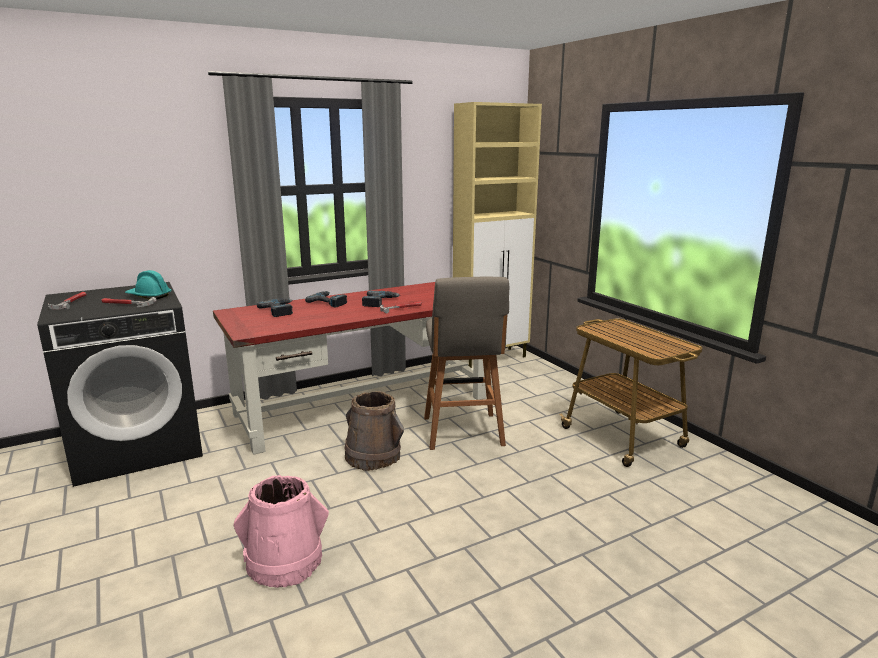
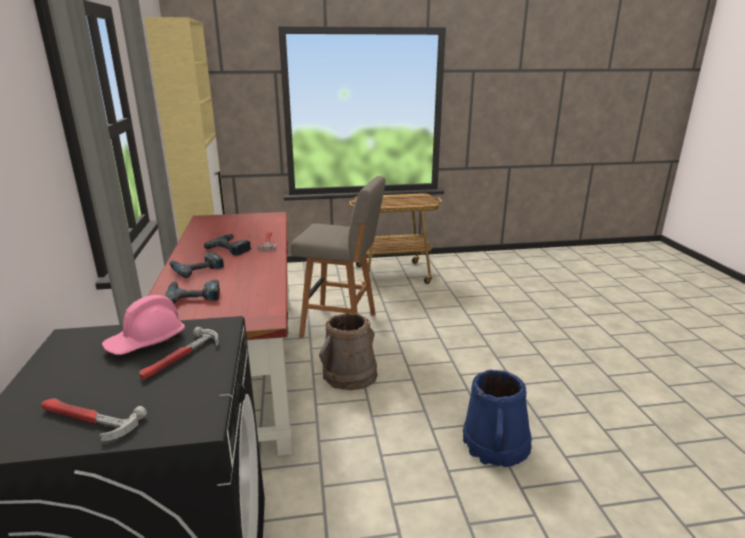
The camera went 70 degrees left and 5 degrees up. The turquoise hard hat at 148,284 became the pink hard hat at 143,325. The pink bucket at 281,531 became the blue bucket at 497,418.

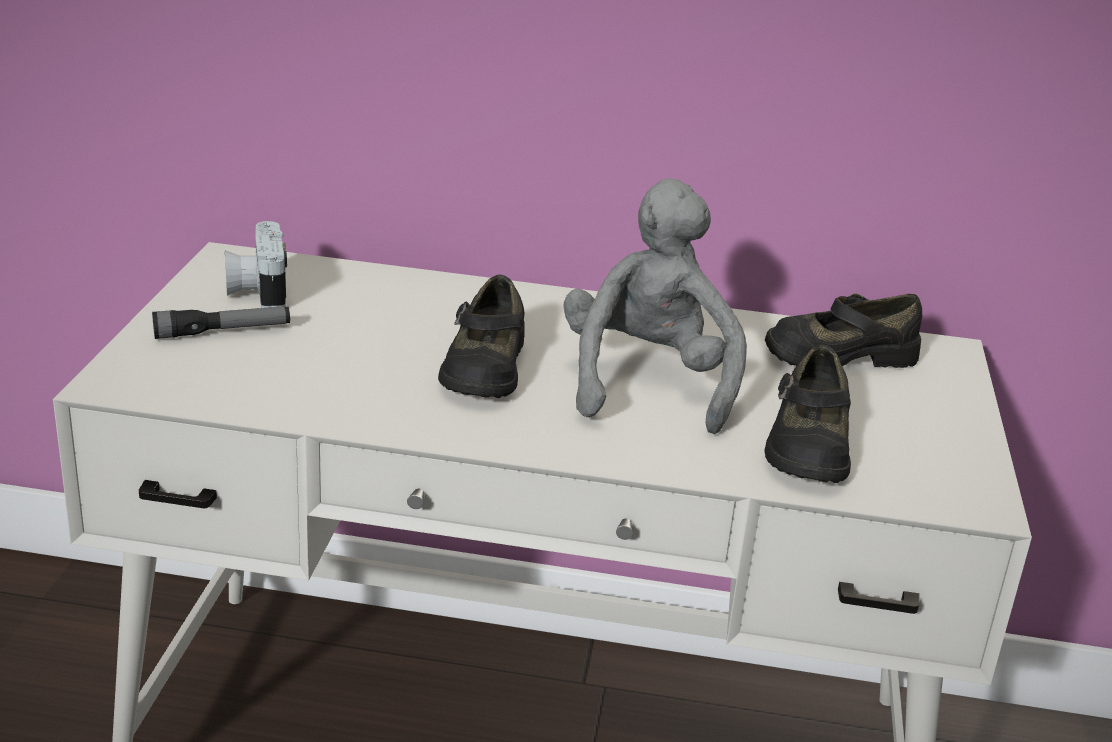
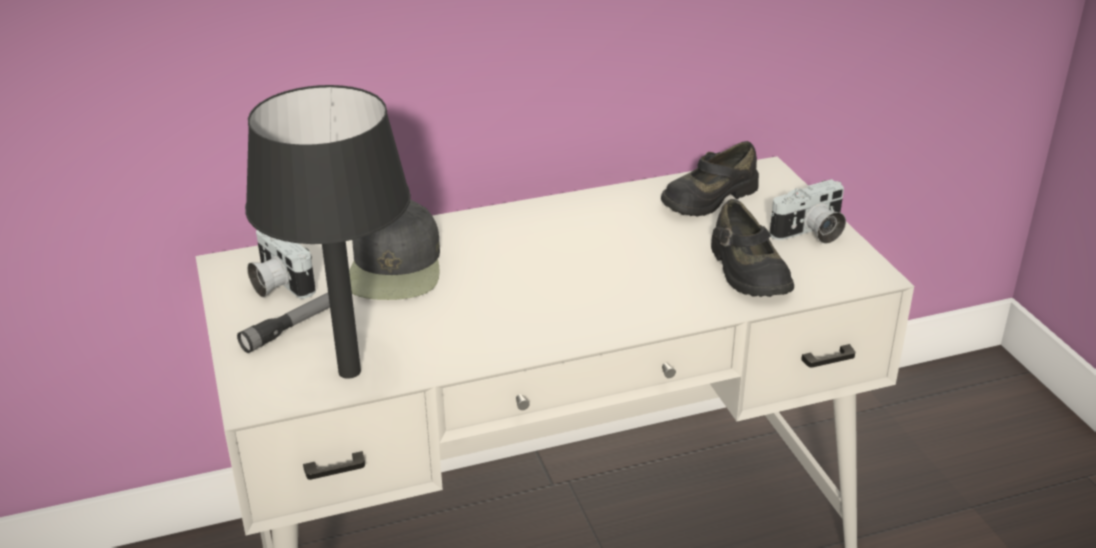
The camera went 25 degrees left and 5 degrees up. The black shoe at 481,336 disappeared. The grey plush toy at 655,306 disappeared. The black table lamp at 328,232 appeared. The black cap at 394,249 appeared. The photo camera at 808,211 appeared.

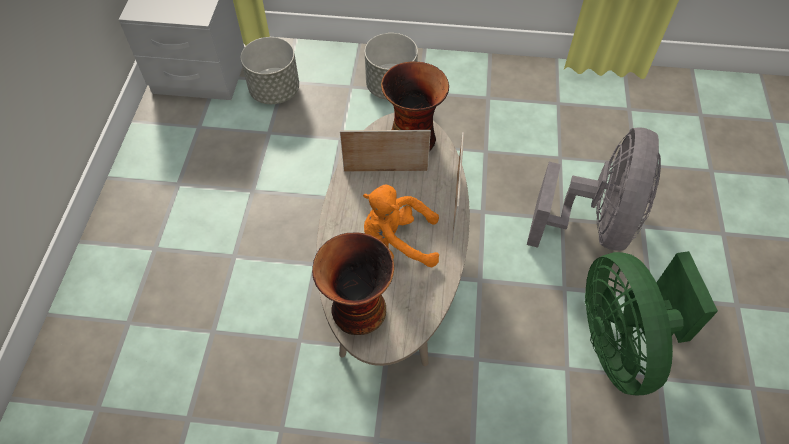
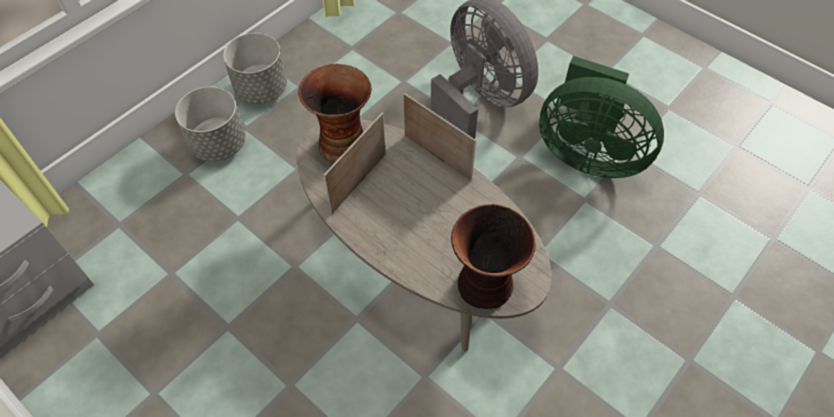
The camera went 55 degrees left and 0 degrees up. The orange plush toy at 401,226 disappeared. The grey planter moved from 270,70 to 255,68.

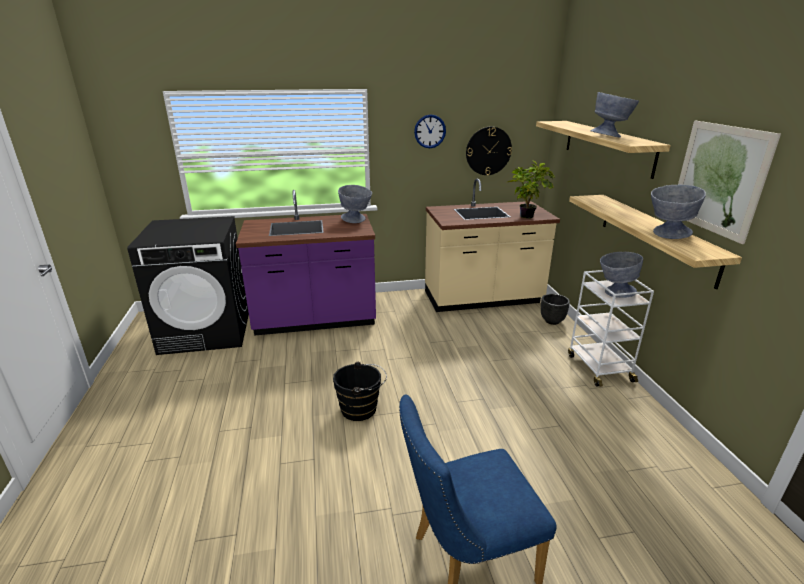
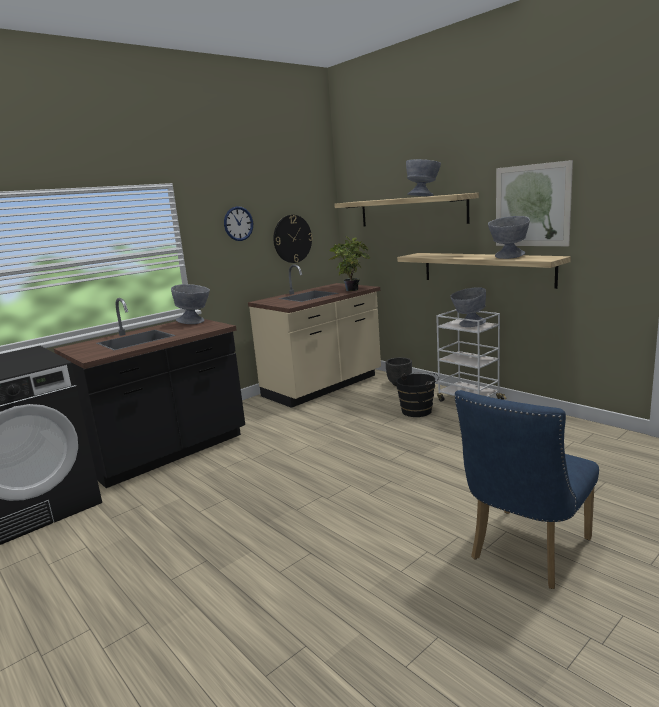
The camera went 30 degrees left and 10 degrees down. The black bucket moved from 360,391 to 417,394. The purple counter at 306,263 became the black counter at 149,393.

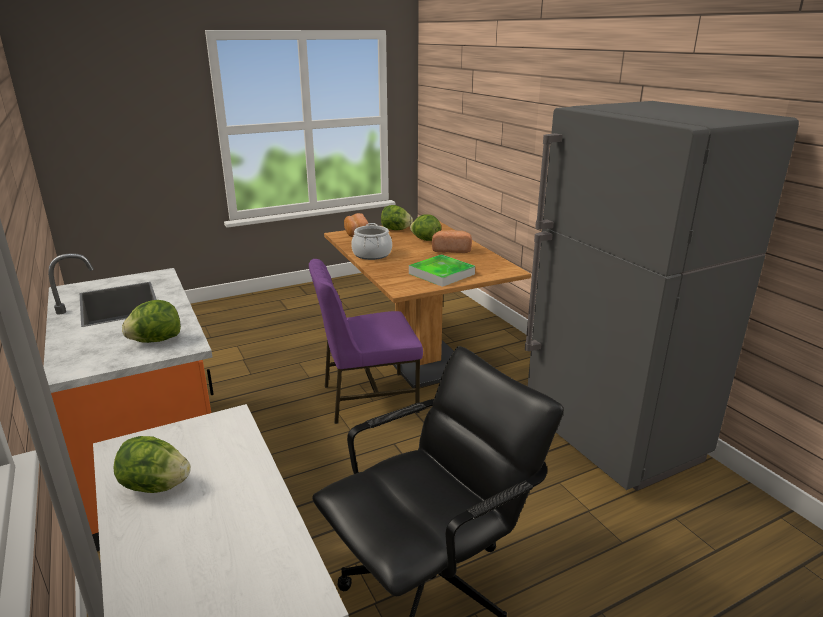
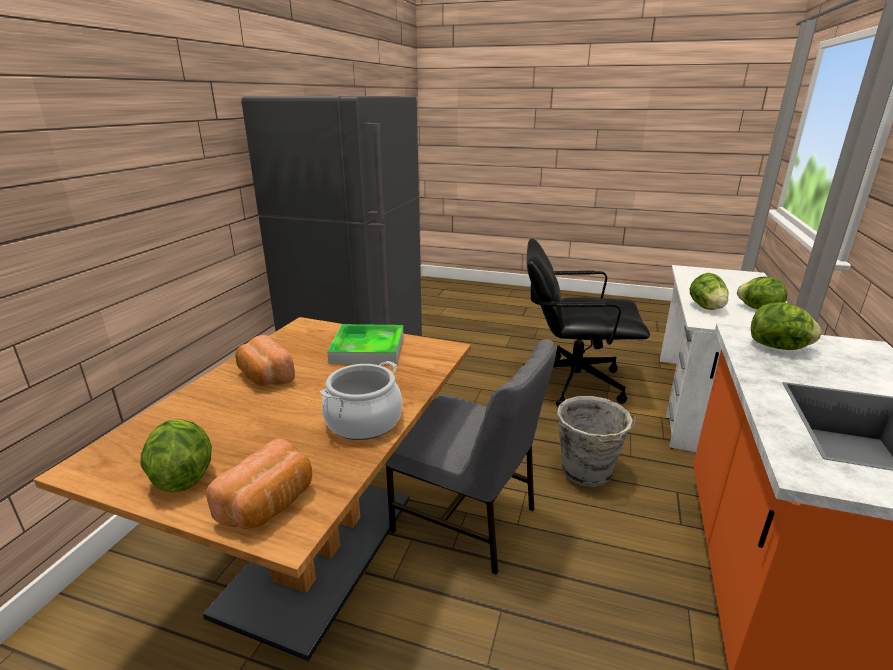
The camera went 135 degrees left and 0 degrees up. The grey bucket at 596,441 appeared. The lettuce moved from 425,227 to 709,291. The purple chair at 366,341 became the grey chair at 470,457.

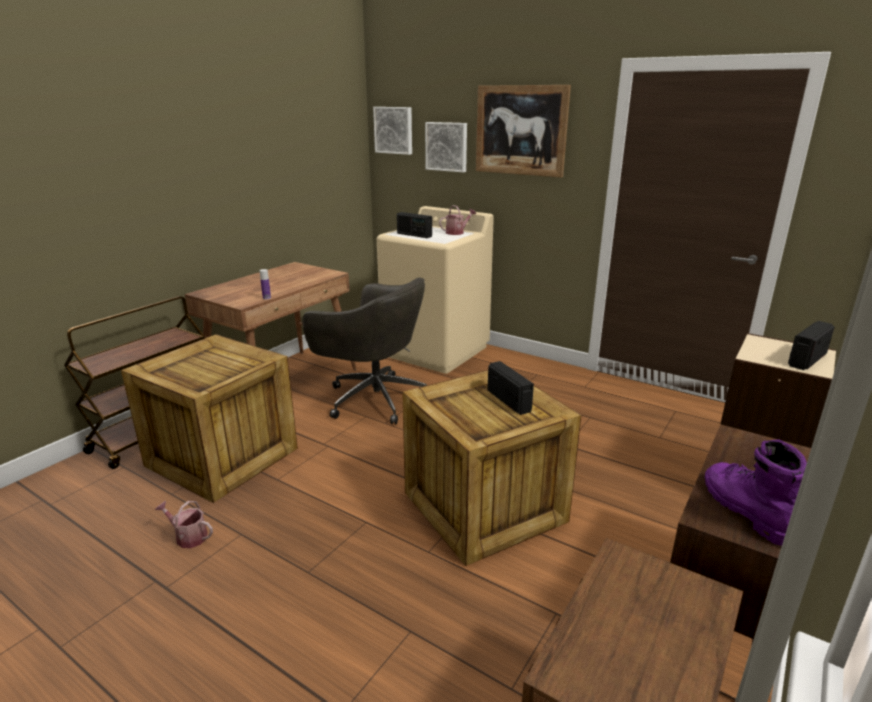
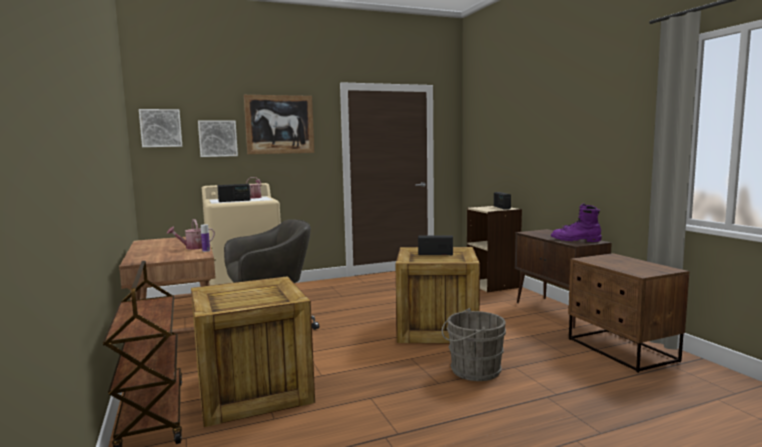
The camera went 55 degrees left and 15 degrees down. The grey bucket at 474,344 appeared. The watering can moved from 184,524 to 191,234.

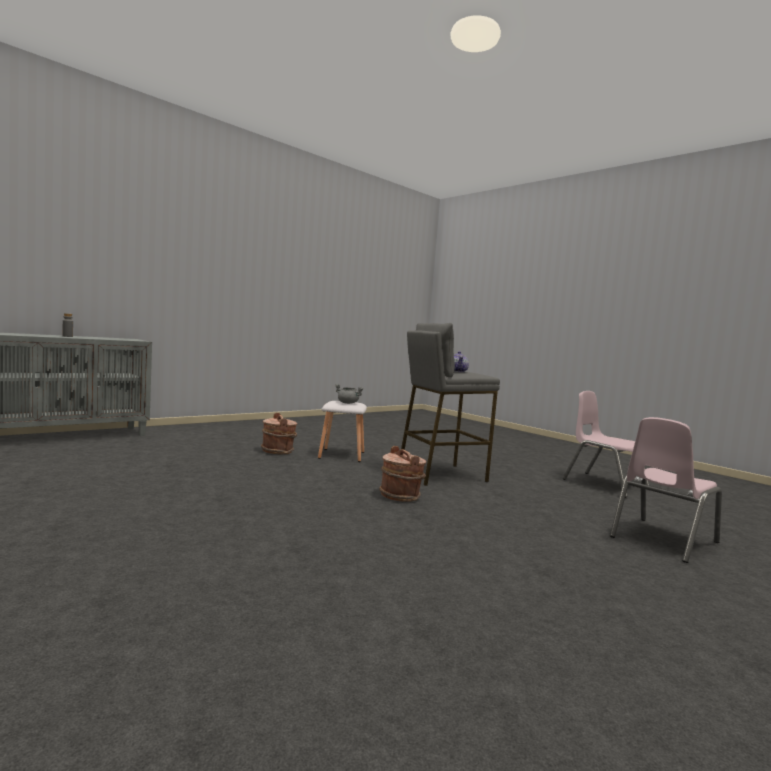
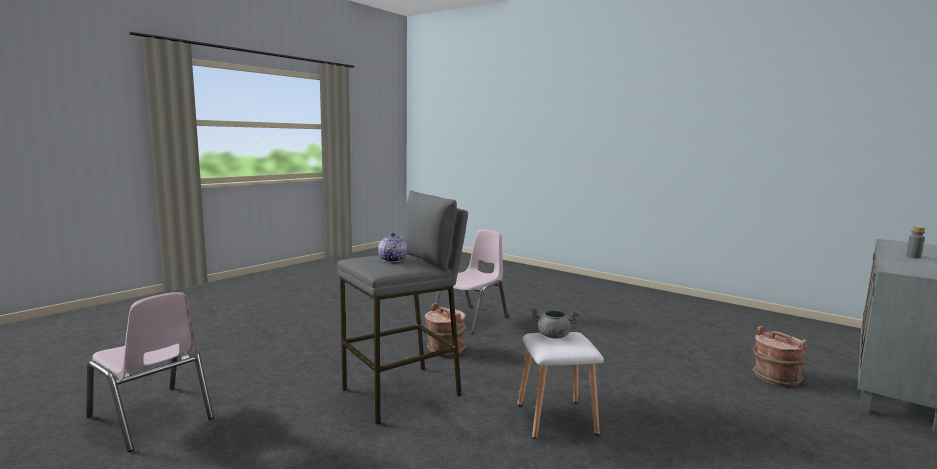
The camera went 170 degrees right and 5 degrees up. The brown bucket moved from 279,433 to 779,356. The pink chair moved from 666,490 to 471,282.

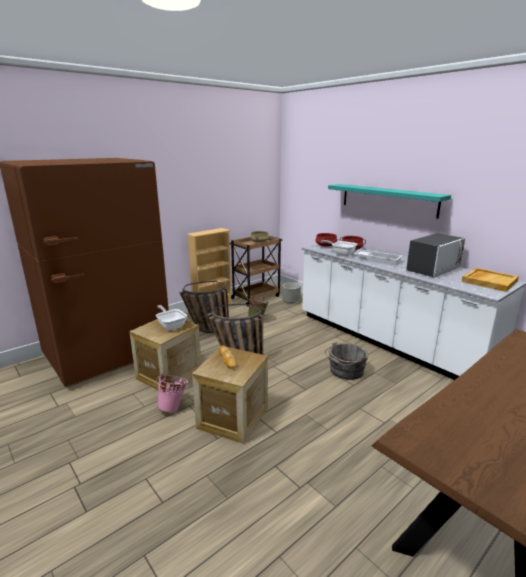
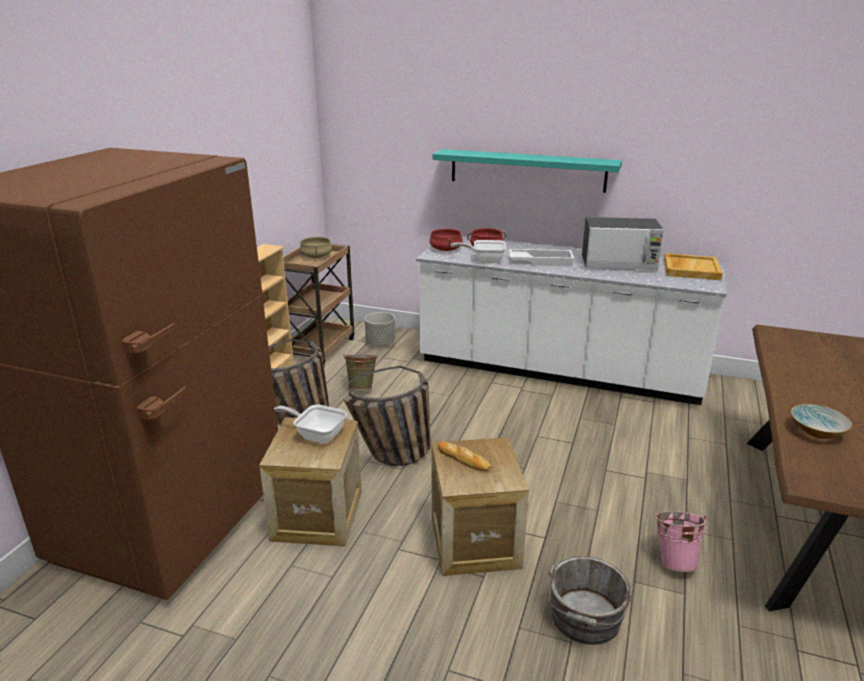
The camera went 30 degrees left and 5 degrees up. The bowl at 821,421 appeared. The pink bucket moved from 172,392 to 681,541. The grey bucket moved from 346,361 to 590,600. The microwave at 435,255 turned 75 degrees clockwise.

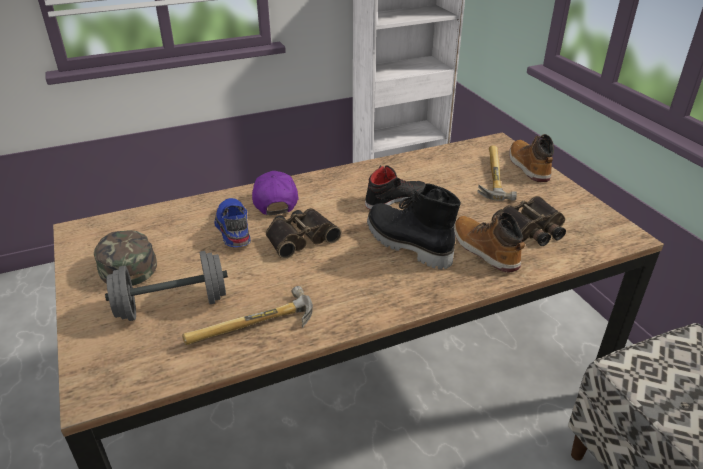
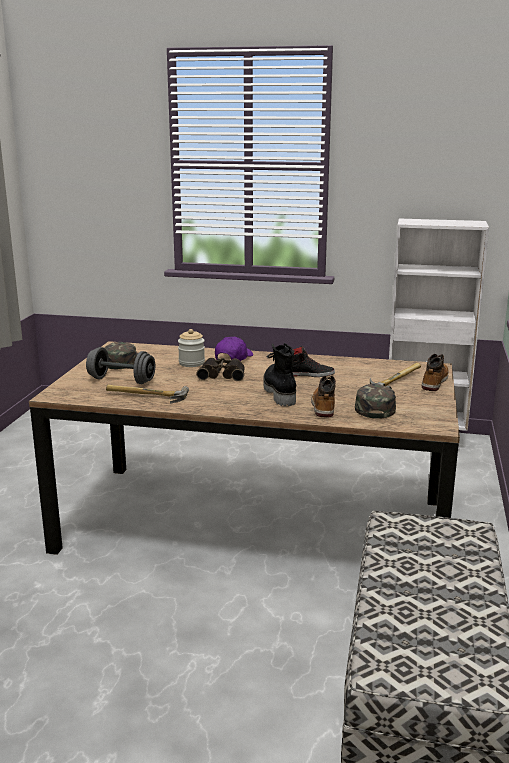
The camera went 35 degrees right and 15 degrees down. The blue shoe at 232,222 was replaced by the jar at 191,348. The binoculars at 528,221 was replaced by the green cap at 375,401.

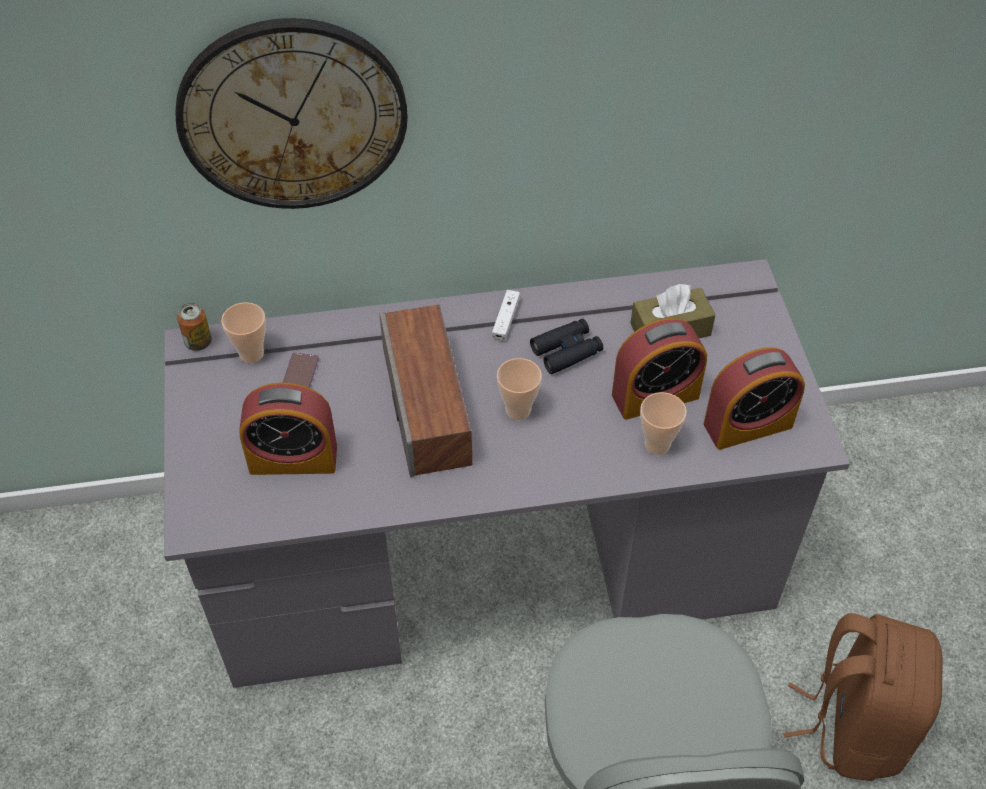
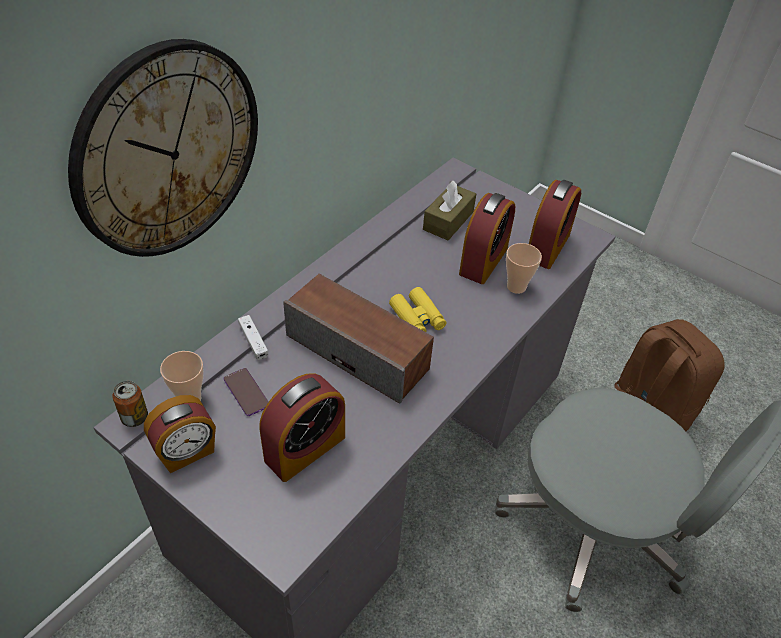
The camera went 45 degrees left and 5 degrees down. The black binoculars at 566,346 disappeared. The alarm clock at 180,434 appeared. The white game controller moved from 506,315 to 253,337. The cup at 519,389 was replaced by the yellow binoculars at 417,309.

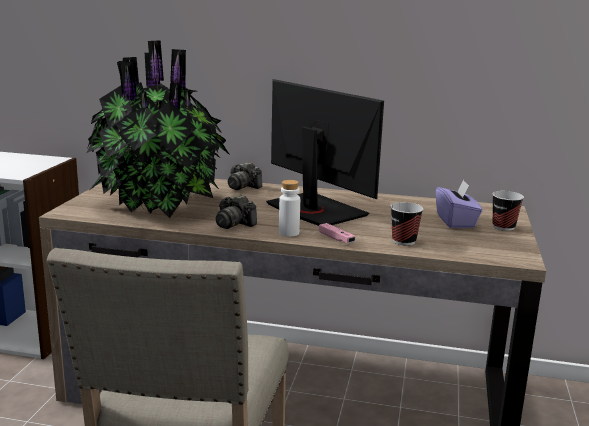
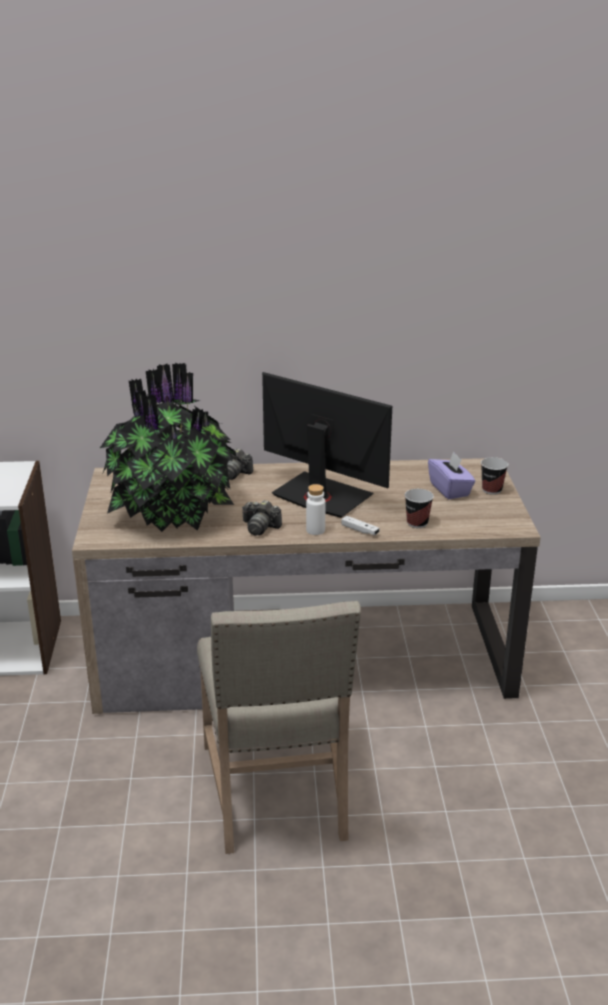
The camera went 15 degrees left and 10 degrees up. The pink game controller at 337,233 became the white game controller at 360,525.

